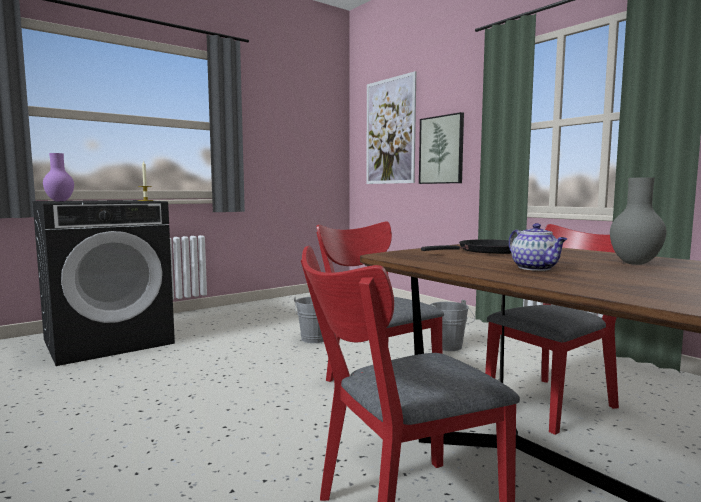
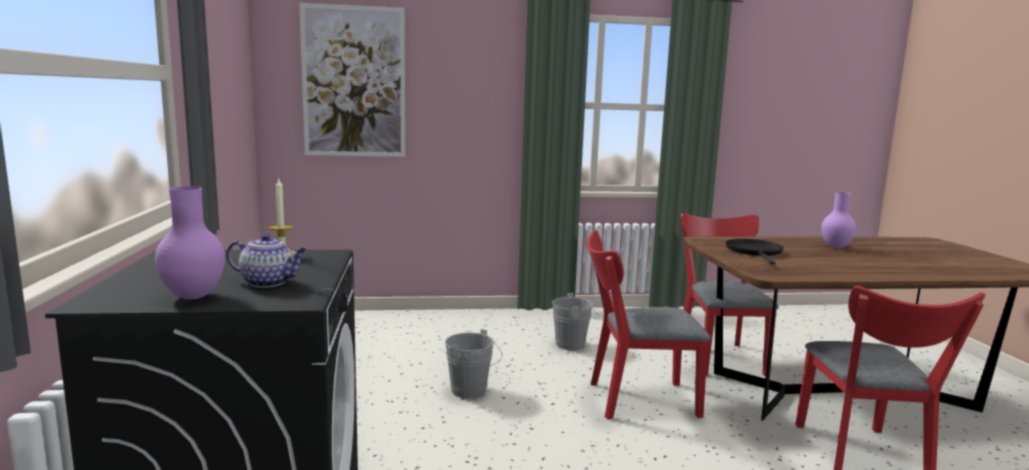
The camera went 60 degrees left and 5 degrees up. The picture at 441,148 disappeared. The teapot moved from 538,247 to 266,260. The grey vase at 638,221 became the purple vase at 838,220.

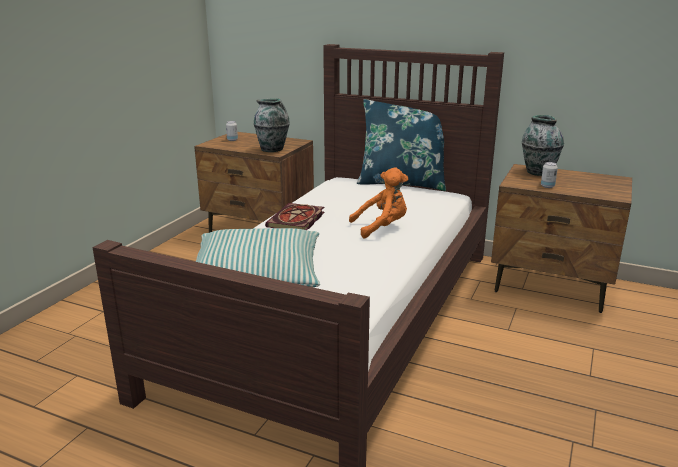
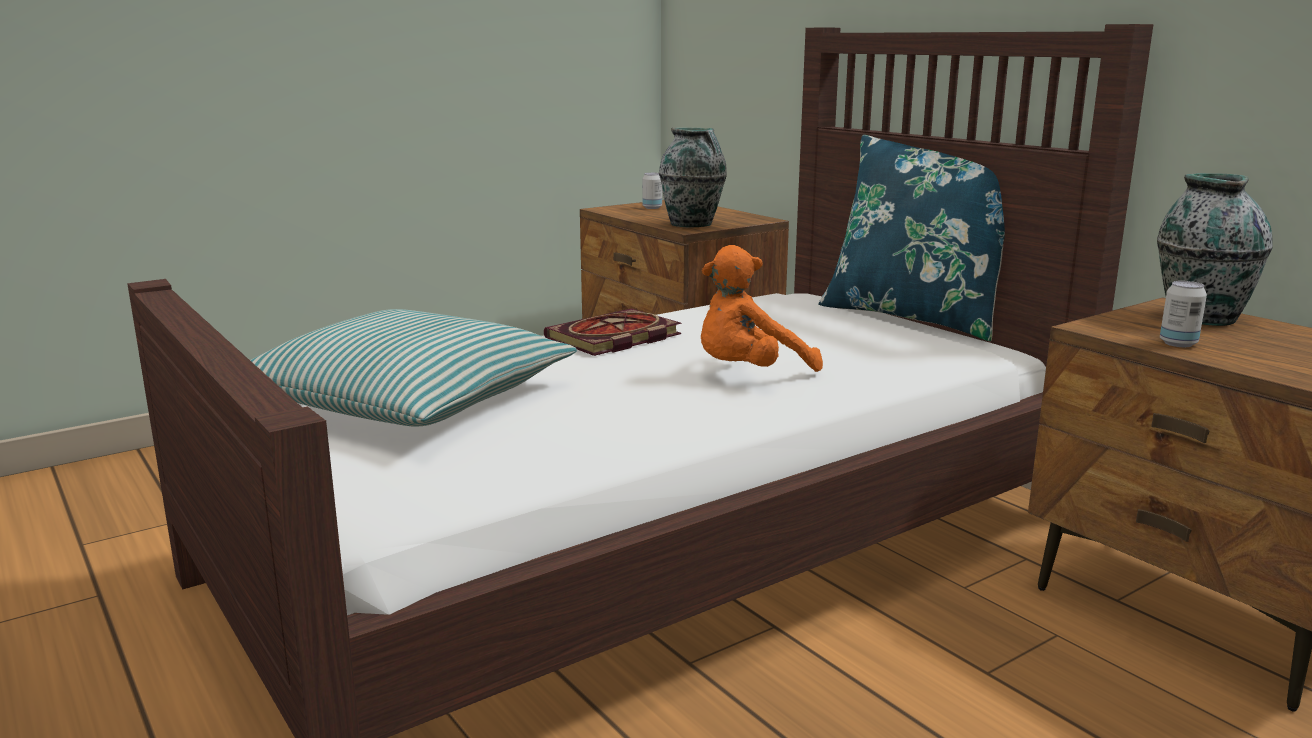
The camera went 30 degrees right and 5 degrees down. The orange plush toy at 378,203 turned 135 degrees clockwise.

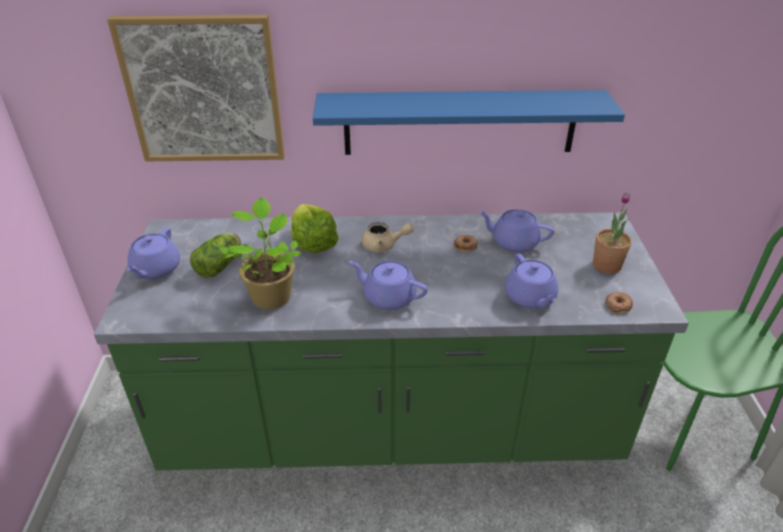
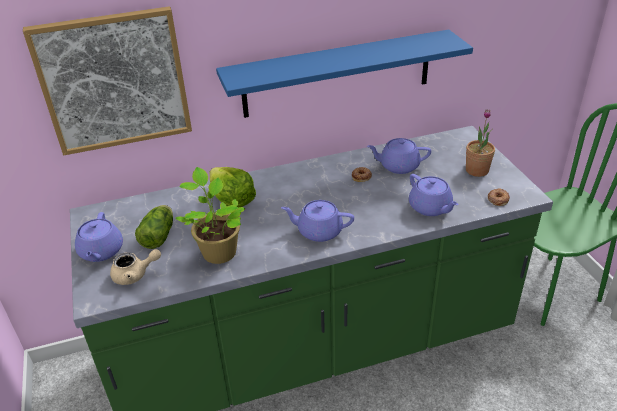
The camera went 15 degrees left and 0 degrees up. The beige teapot moved from 388,237 to 135,267.

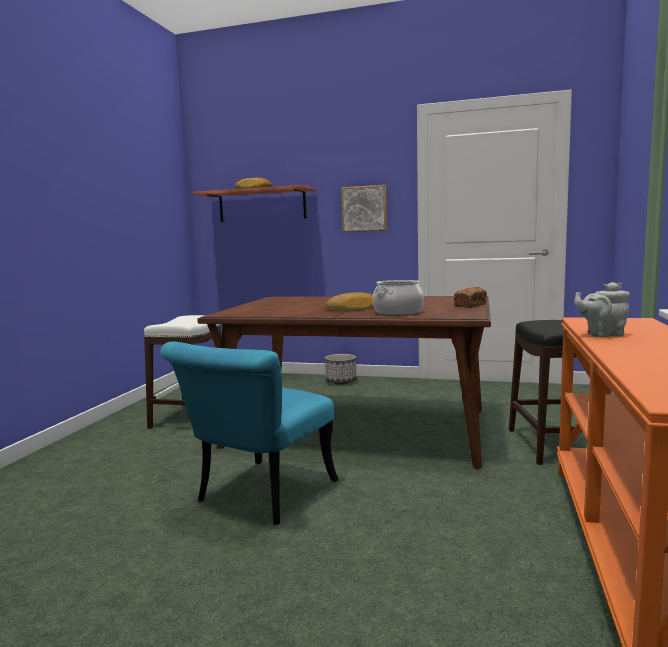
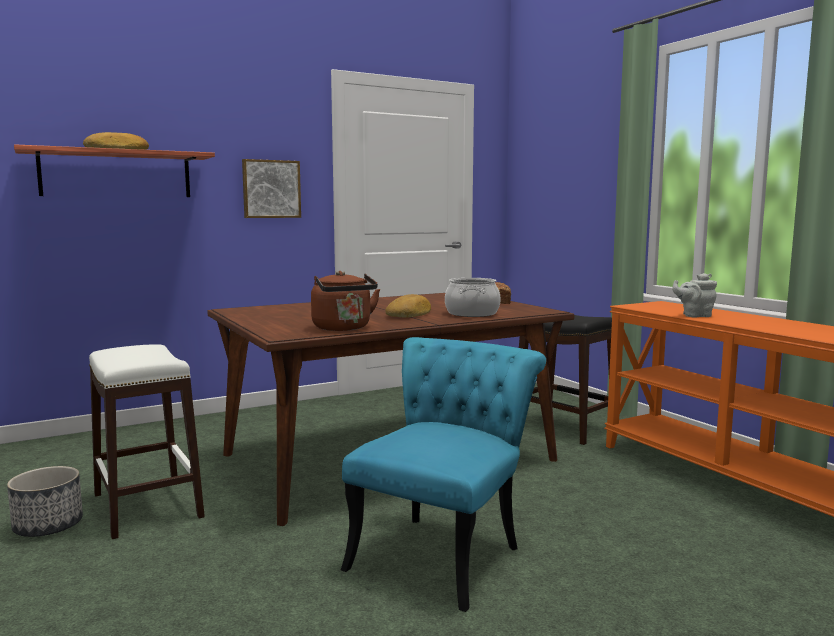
The camera went 45 degrees left and 0 degrees up. The brown kettle at 345,301 appeared. The planter moved from 341,369 to 45,501. The turquoise chair at 250,433 turned 135 degrees counterclockwise. The grey teapot at 602,309 turned 45 degrees clockwise.

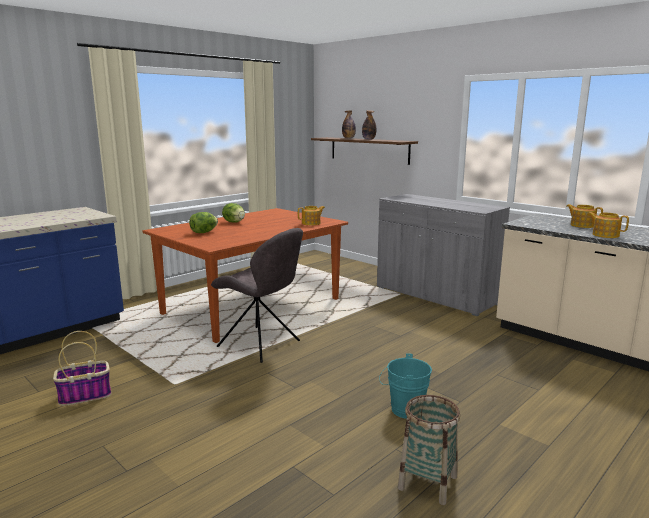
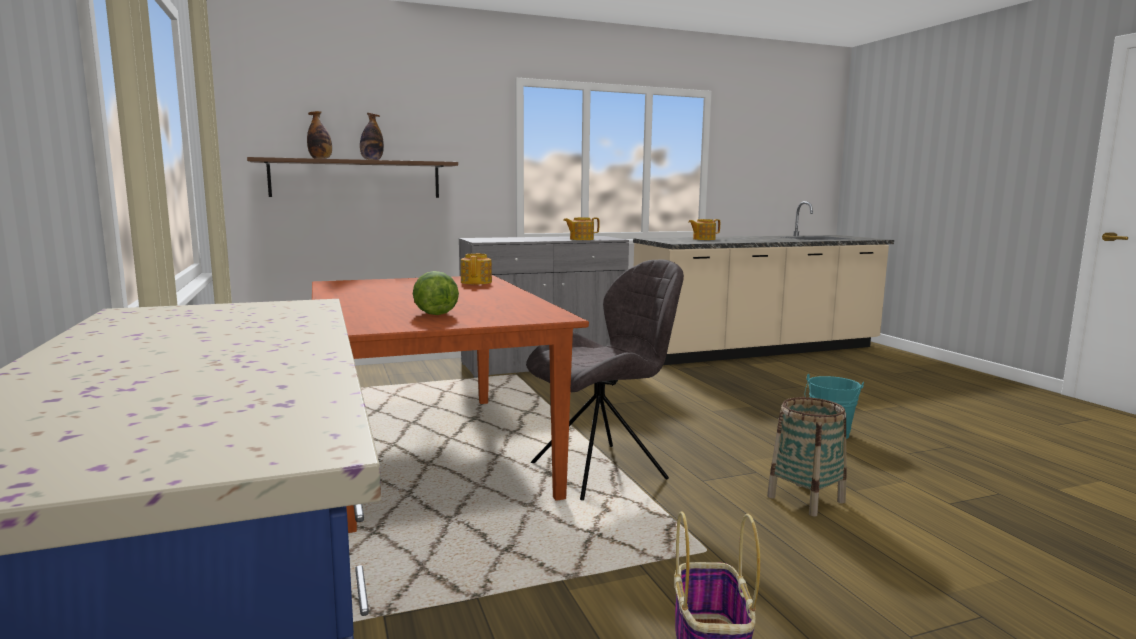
The camera went 65 degrees left and 5 degrees down. The lettuce at 233,213 disappeared. The basket moved from 429,450 to 806,457. The teapot moved from 608,225 to 581,228.

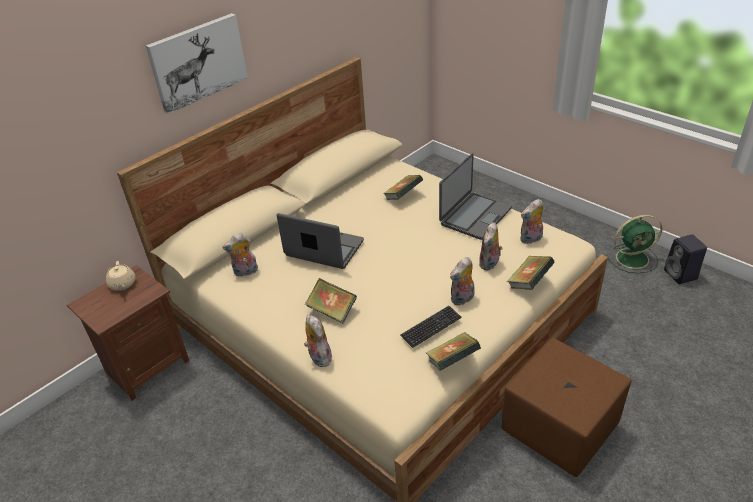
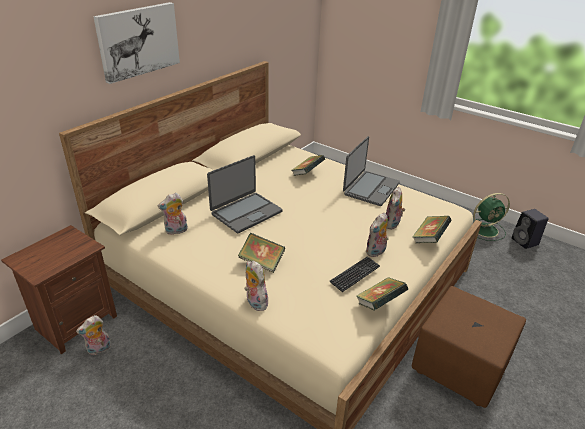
The camera went 10 degrees left and 5 degrees down. The beige teapot at 121,276 disappeared. The plush toy moved from 531,221 to 93,335. The laptop at 320,241 turned 120 degrees clockwise.

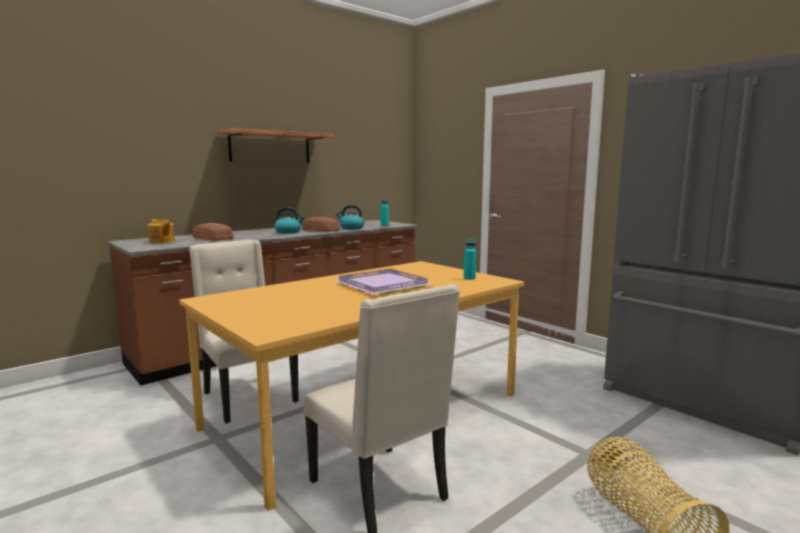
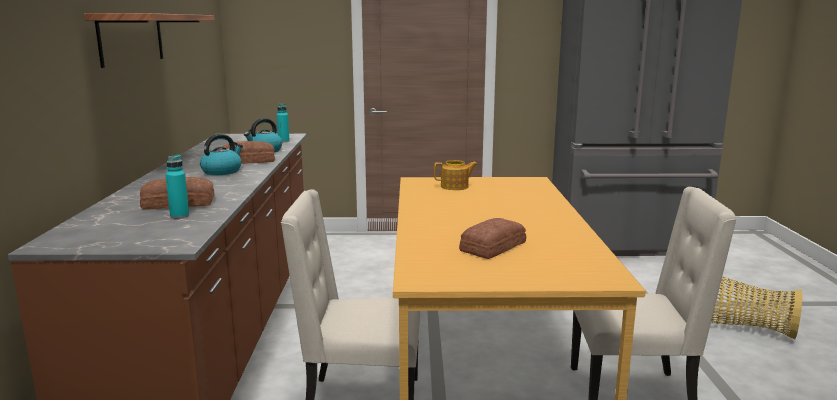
The camera went 50 degrees left and 5 degrees up. The purple tray at 383,281 disappeared. The bread at 492,238 appeared. The teapot moved from 161,231 to 456,175. The turquoise bottle moved from 470,259 to 177,187.

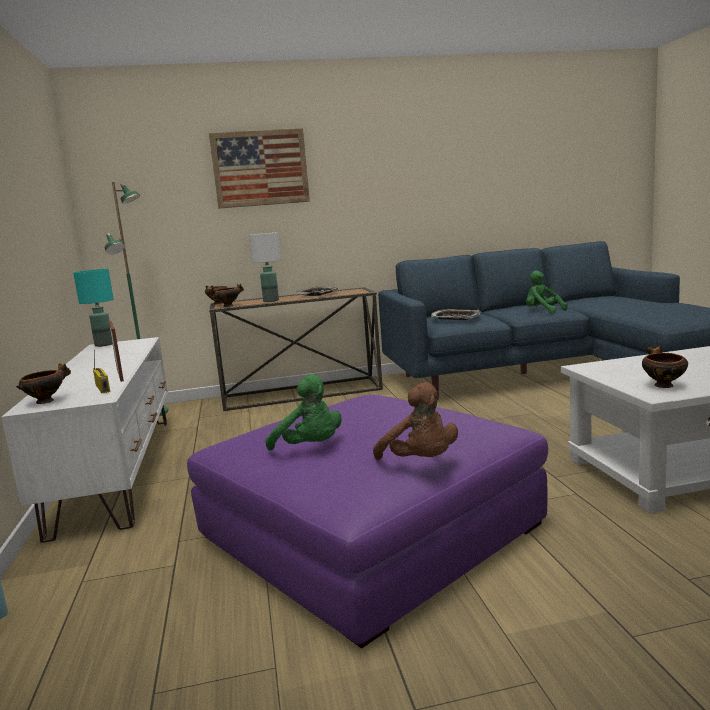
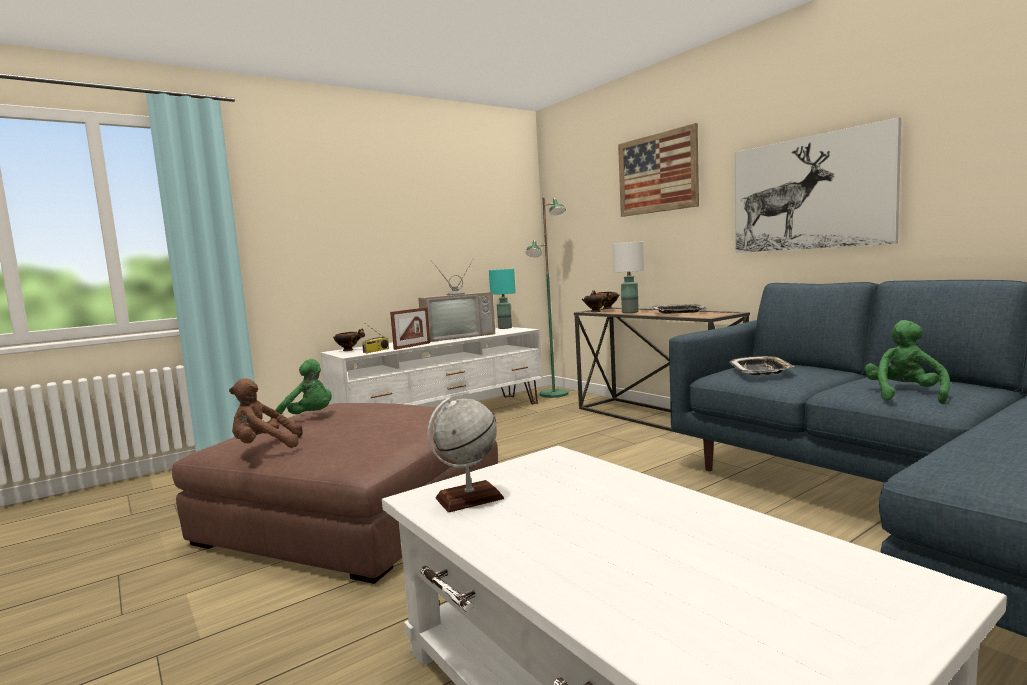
The camera went 65 degrees right and 5 degrees down. The television at 456,300 appeared. The picture at 818,185 appeared. The bowl at 665,367 was replaced by the globe at 465,455. The purple ottoman at 367,521 became the brown ottoman at 335,493. The green plush toy at 303,412 turned 90 degrees counterclockwise. The brown plush toy at 415,421 turned 45 degrees clockwise.

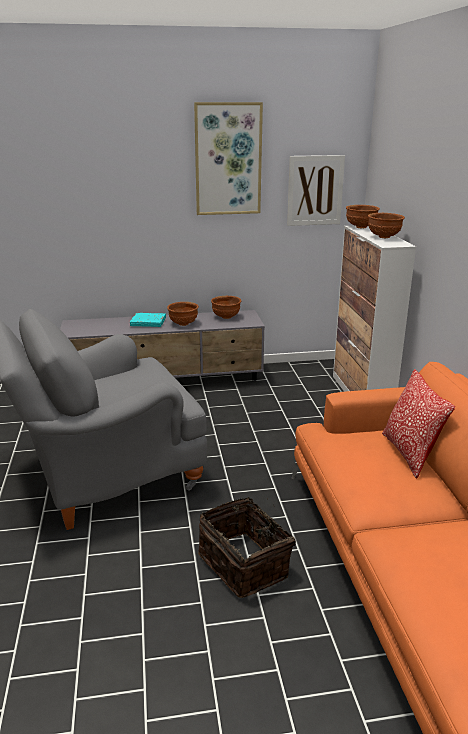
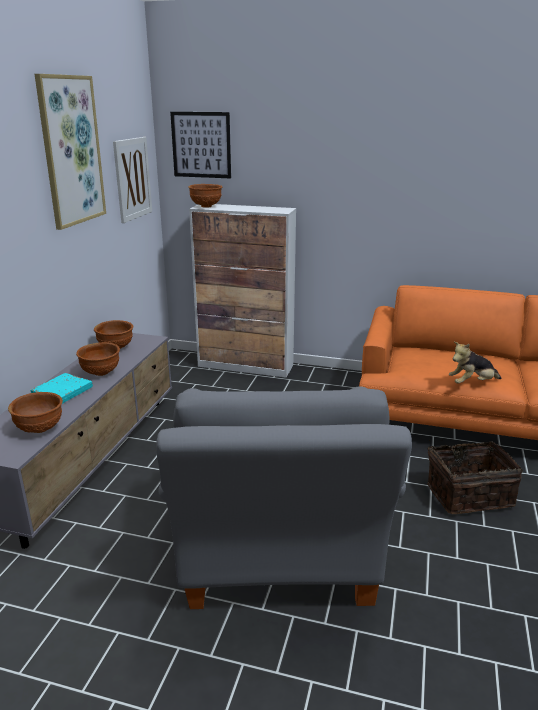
The camera went 65 degrees left and 0 degrees up. The pillow at 418,423 disappeared. The picture at 200,145 appeared. The plush toy at 475,363 appeared. The brown bowl moved from 386,225 to 35,412.

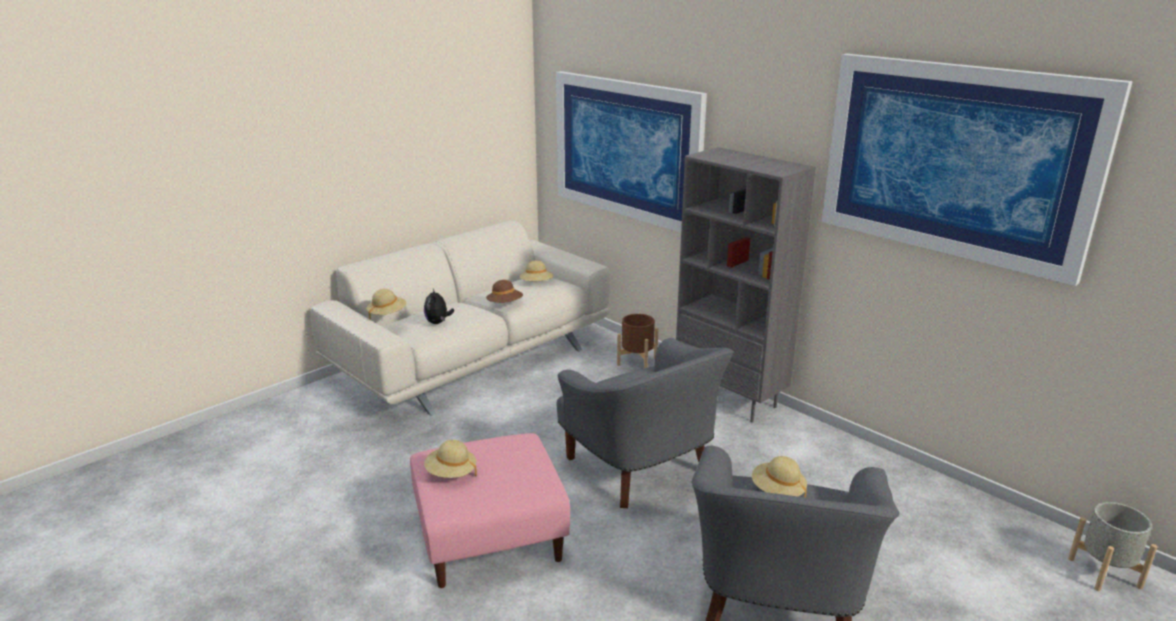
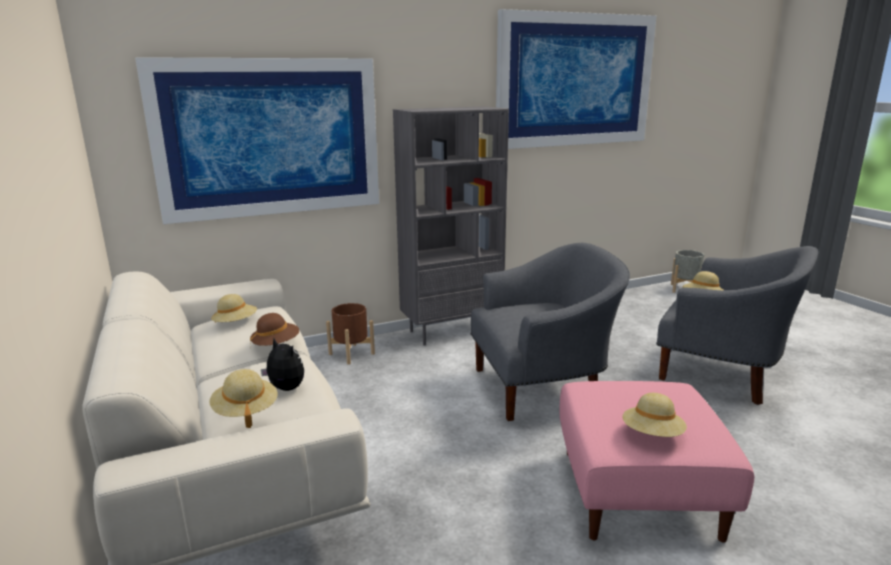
The camera went 70 degrees left and 5 degrees down. The plush toy at 439,306 turned 150 degrees counterclockwise.

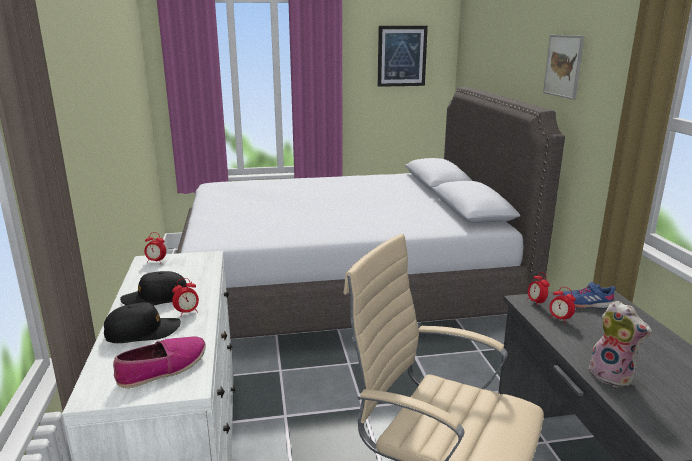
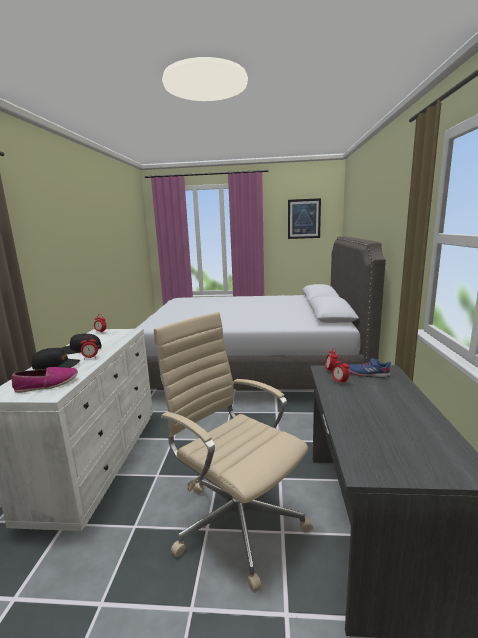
The camera went 15 degrees right and 5 degrees down. The picture at 564,67 disappeared. The plush toy at 620,344 disappeared.

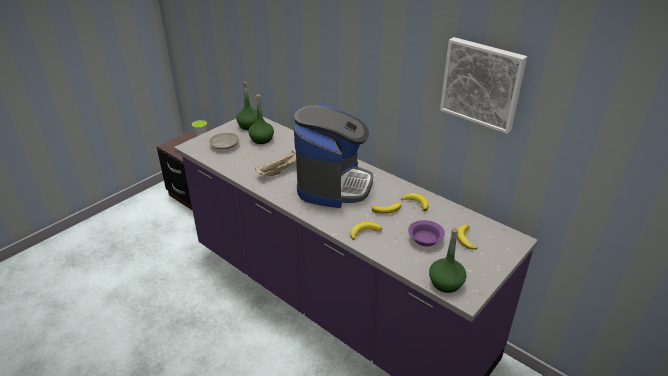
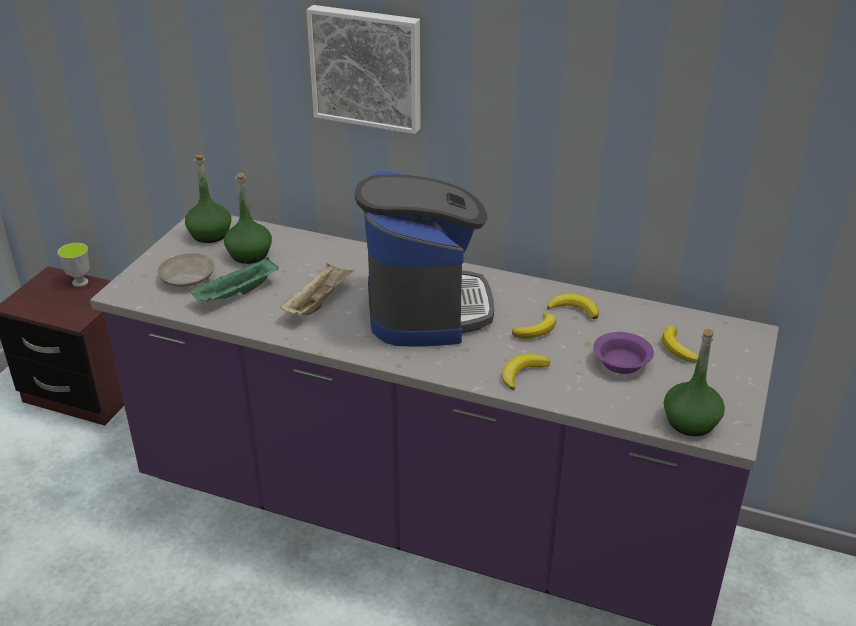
The camera went 20 degrees left and 0 degrees up. The green tray at 234,280 appeared. The picture moved from 483,85 to 363,69.

